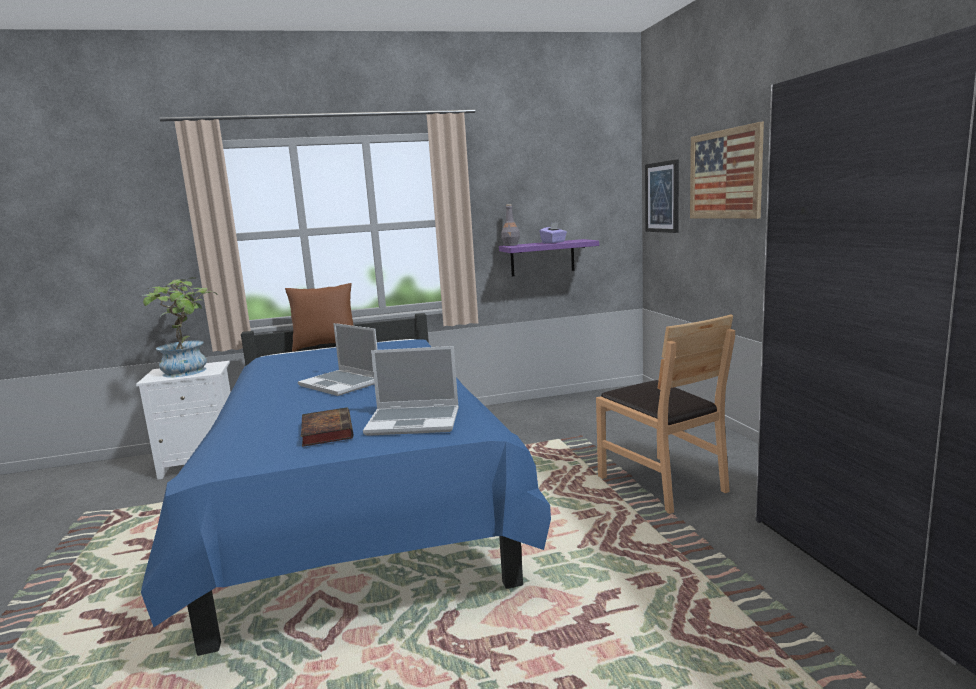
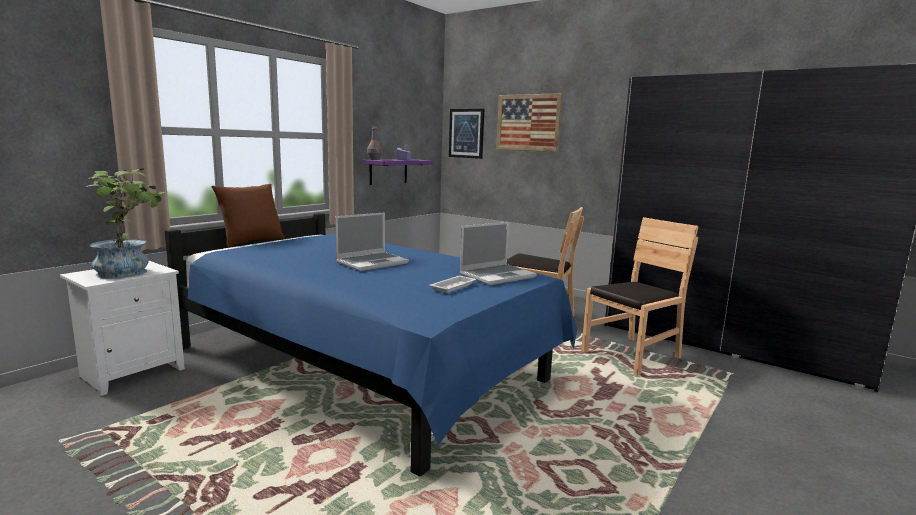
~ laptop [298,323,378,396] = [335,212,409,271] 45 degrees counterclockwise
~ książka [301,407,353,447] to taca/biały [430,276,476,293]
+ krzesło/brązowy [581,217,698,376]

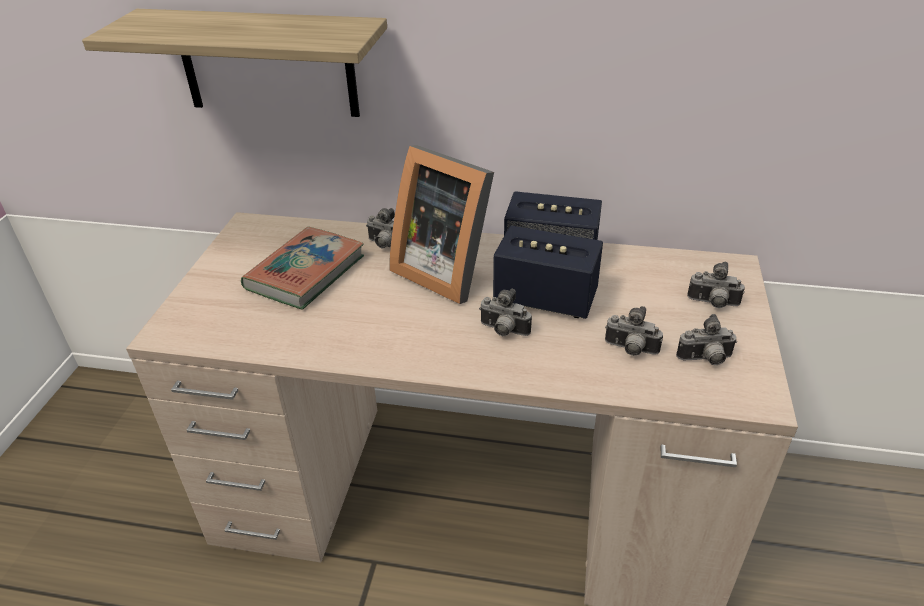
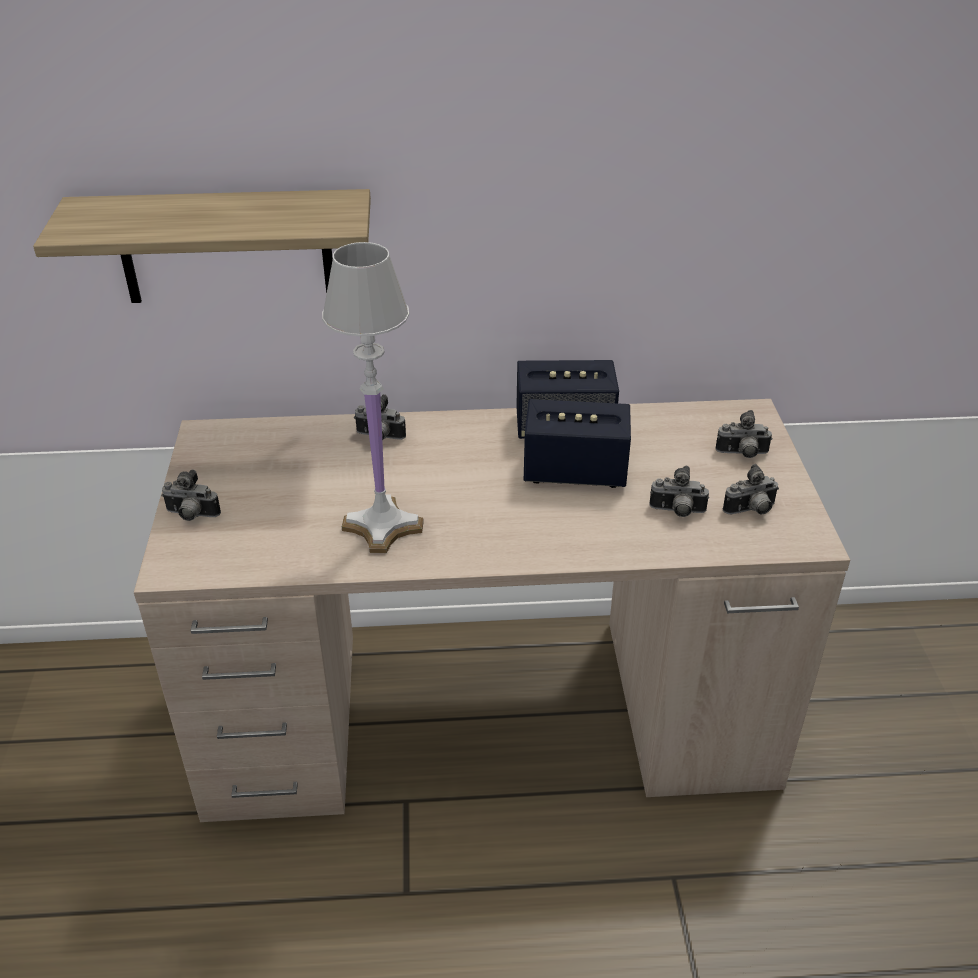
- ramka na zdjęcie [389,145,494,304]
- książka [241,227,364,310]
~ aparat fotograficzny [479,289,532,336] to [161,469,221,521]
+ lampa stołowa/biały [322,242,424,553]

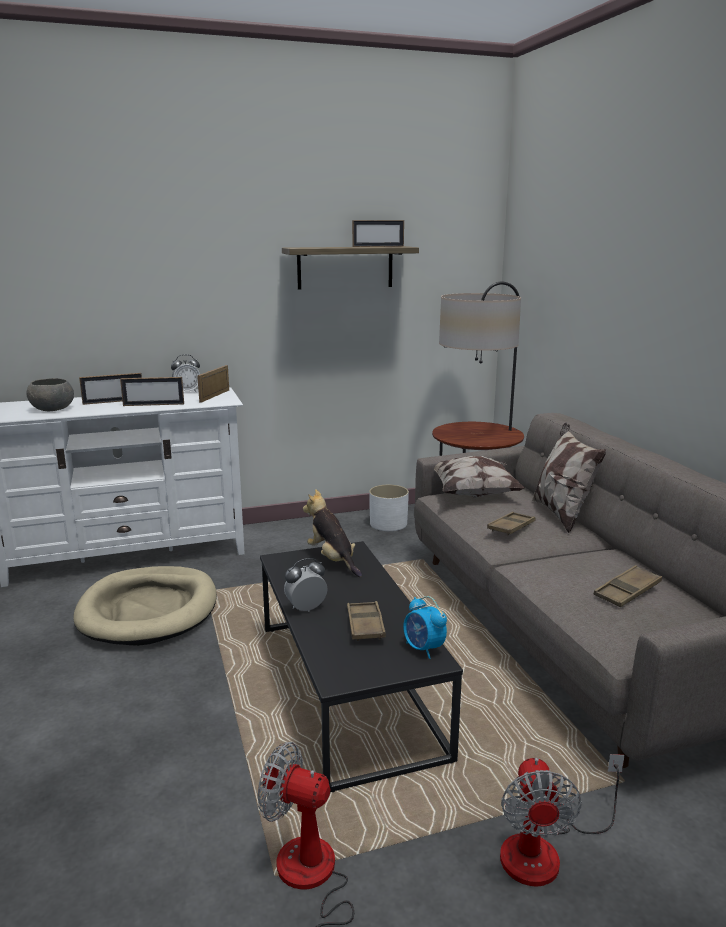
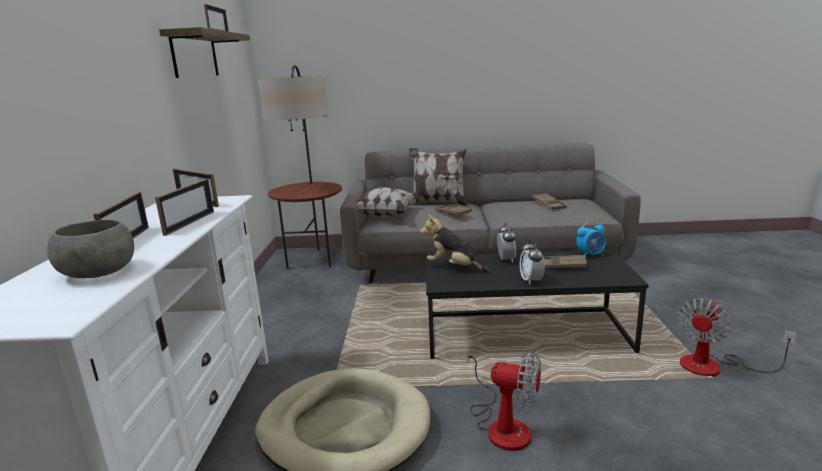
~ budzik [171,354,200,392] to [497,223,516,263]
- donica/biały [369,485,409,531]
~ pluszak [303,489,362,577] = [420,214,491,273] 45 degrees clockwise
~ wentylator [500,754,624,887] to [467,347,541,451]

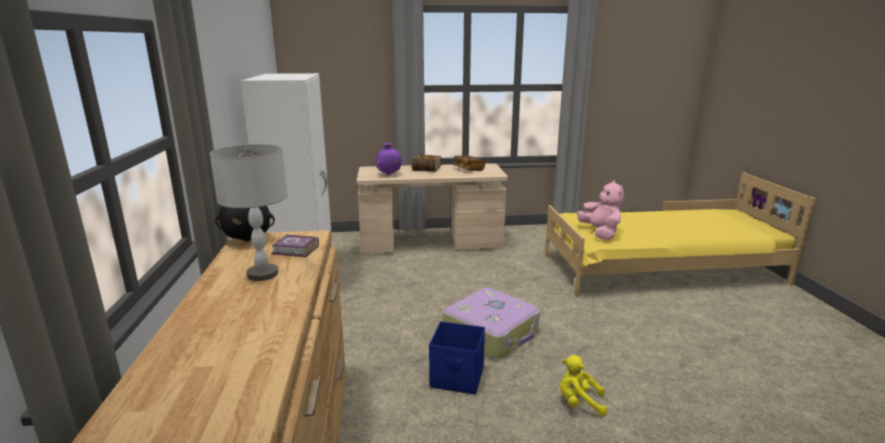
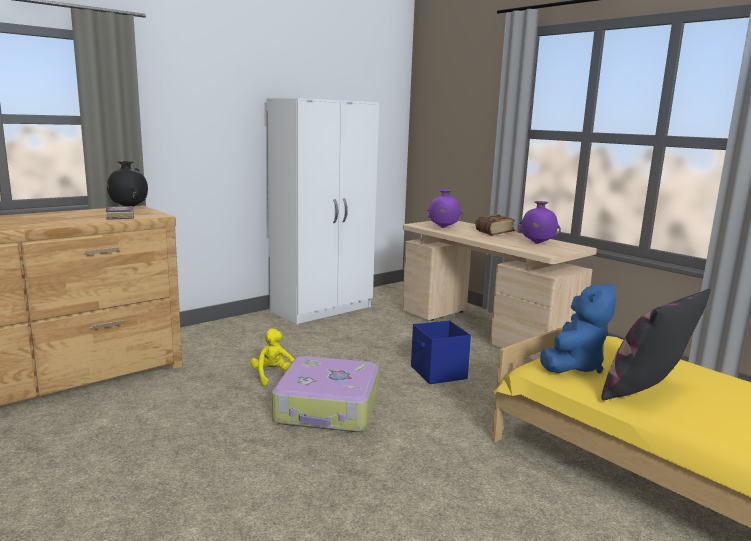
- lampa stołowa/szary [210,144,288,281]
~ książka [453,155,485,171] to wazon/fioletowy [518,201,561,244]
~ pluszak/różowy [577,180,624,240] to pluszak/niebieski [540,283,617,373]
~ pojemnik do przechowywania/niebieski [429,321,485,395] to [411,320,471,384]
~ pluszak/żółty [560,355,607,416] to [251,328,294,386]
+ poduszka [601,288,711,400]

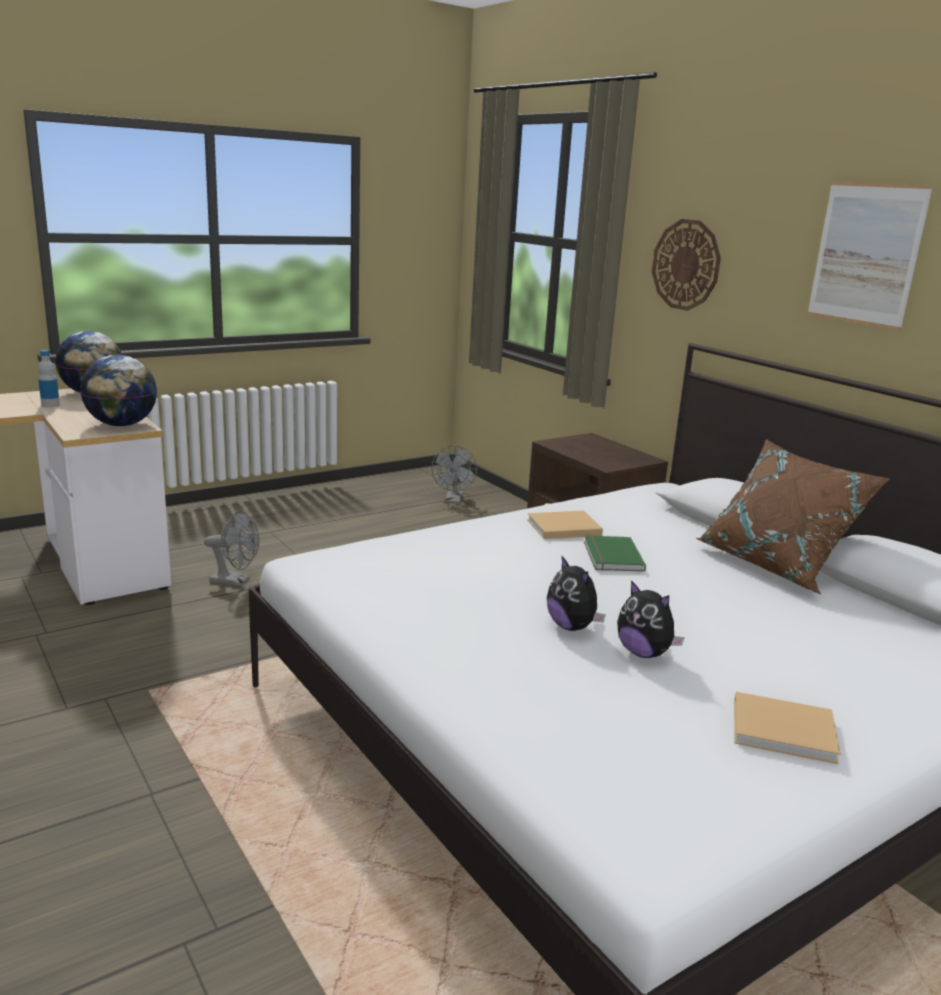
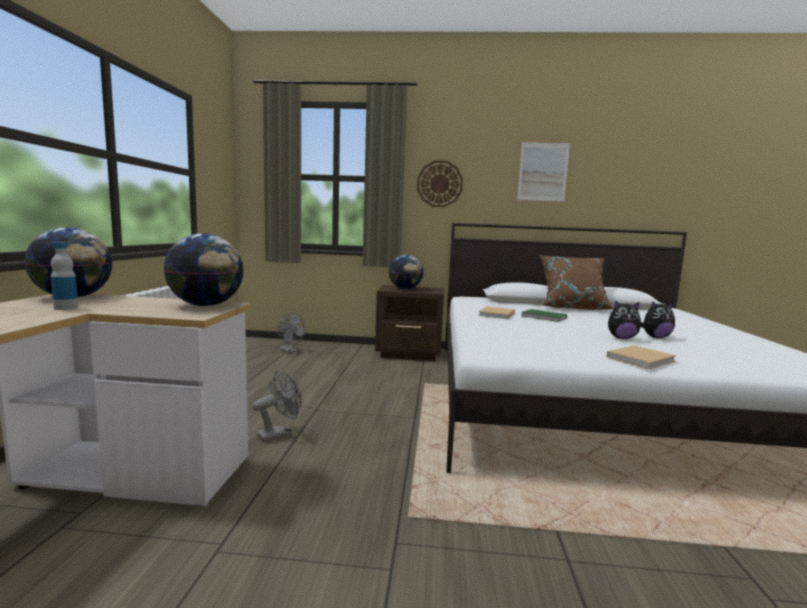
~ książka/beżowy [734,692,840,764] to [606,345,676,369]
+ globus [389,255,424,289]

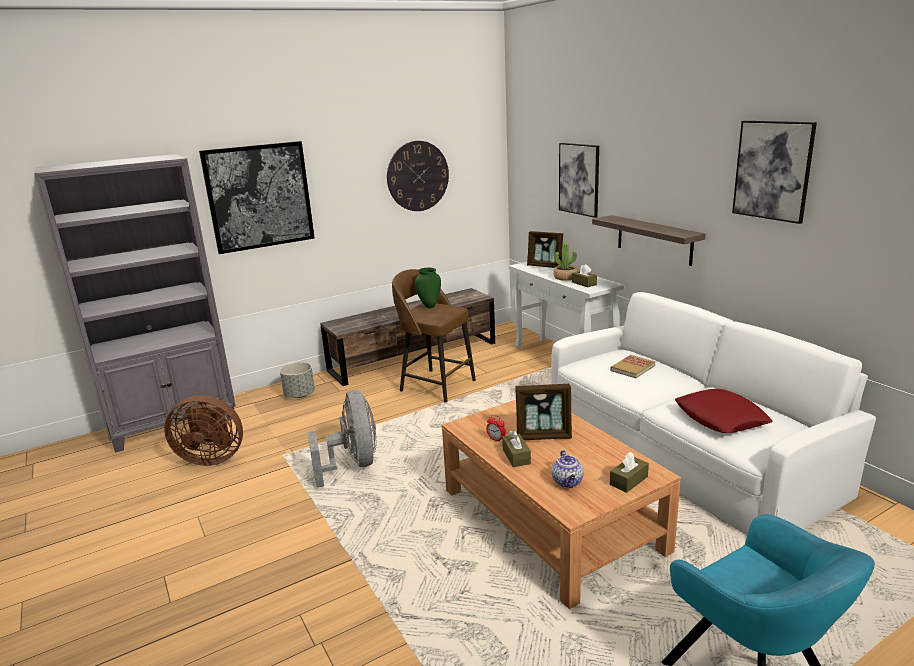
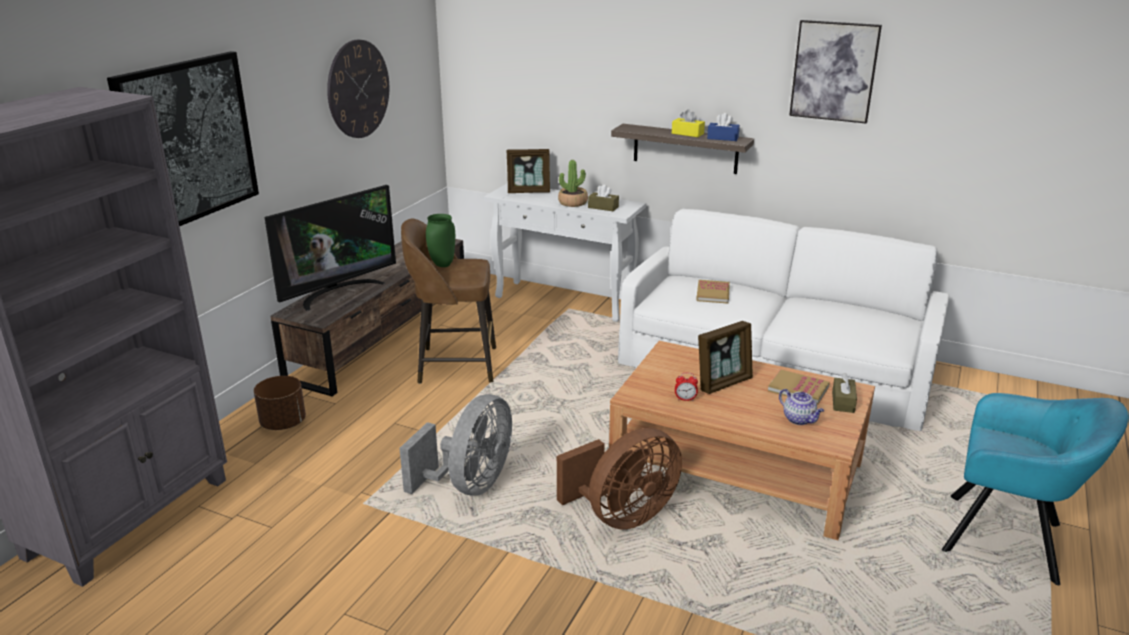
- obraz [559,143,599,218]
~ donica/szary [280,362,315,398] to donica/brązowy [254,376,306,430]
- poduszka/czerwony [675,389,773,433]
~ wentylator/szary [308,390,377,488] = [399,394,512,495] 75 degrees clockwise
~ wentylator/brązowy [164,395,243,466] to [557,428,682,529]
- pudełko chusteczek/brązowy [502,430,531,467]
+ pudełko chusteczek/żółty [672,109,705,137]
+ pudełko chusteczek/niebieski [707,113,740,141]
+ telewizor [265,185,396,311]
+ książka [768,369,830,405]

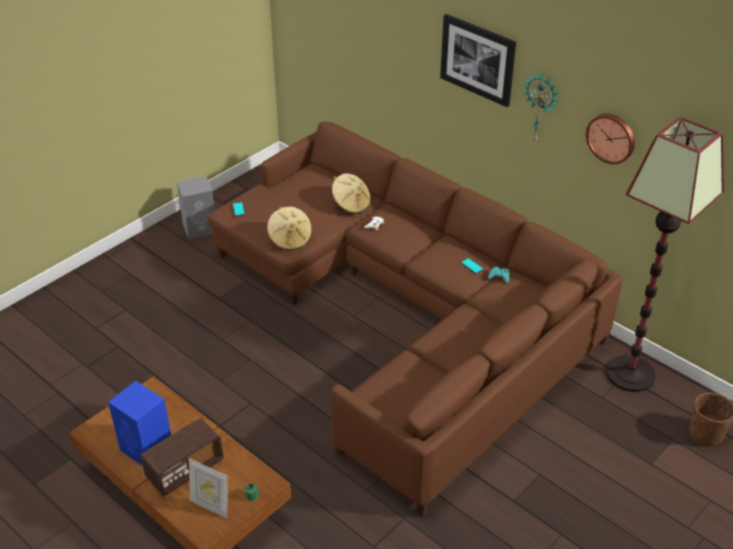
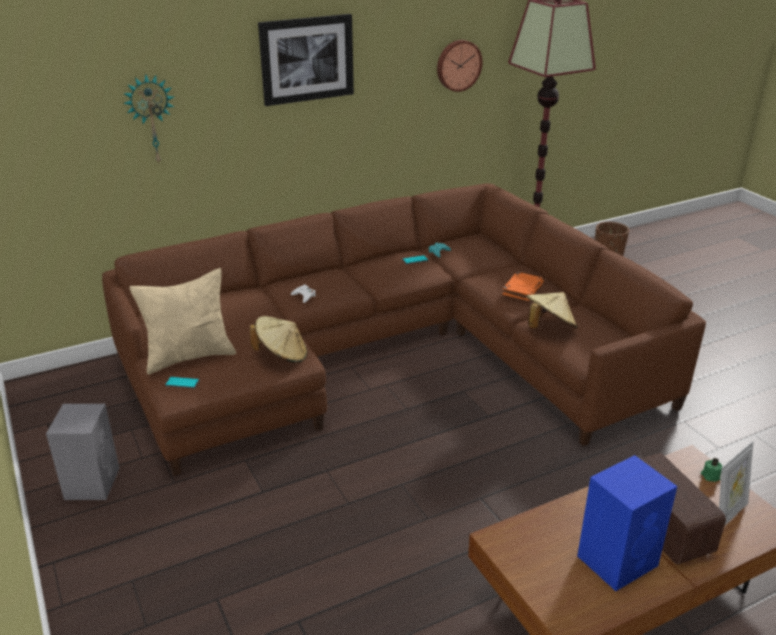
~ zegar ścienny [523,72,559,143] to [123,74,174,163]
~ kapelusz/beżowy [331,173,371,214] to [526,292,577,328]
+ poduszka/beżowy [129,268,236,375]
+ książka/pomarańczowy [502,272,544,301]

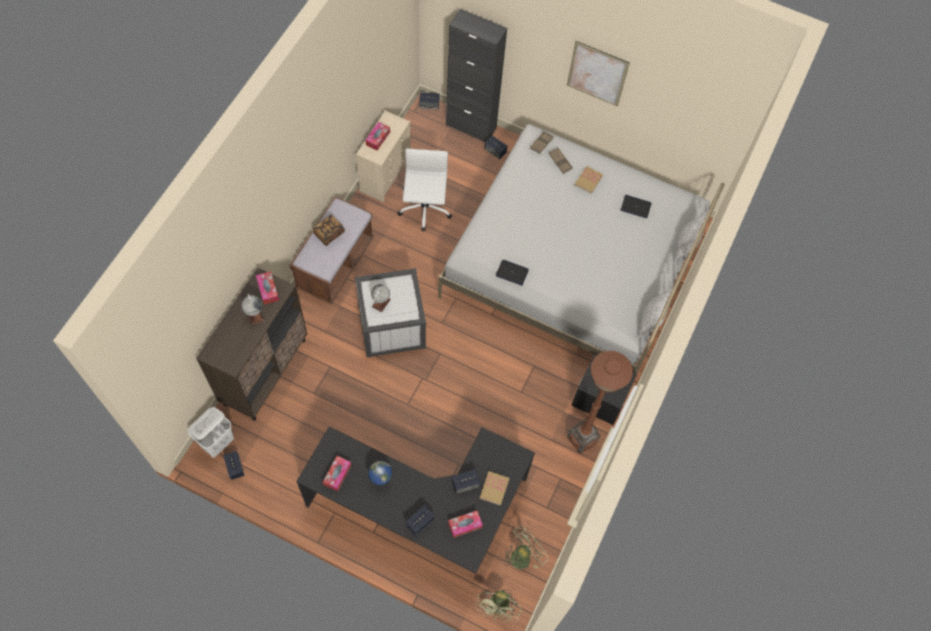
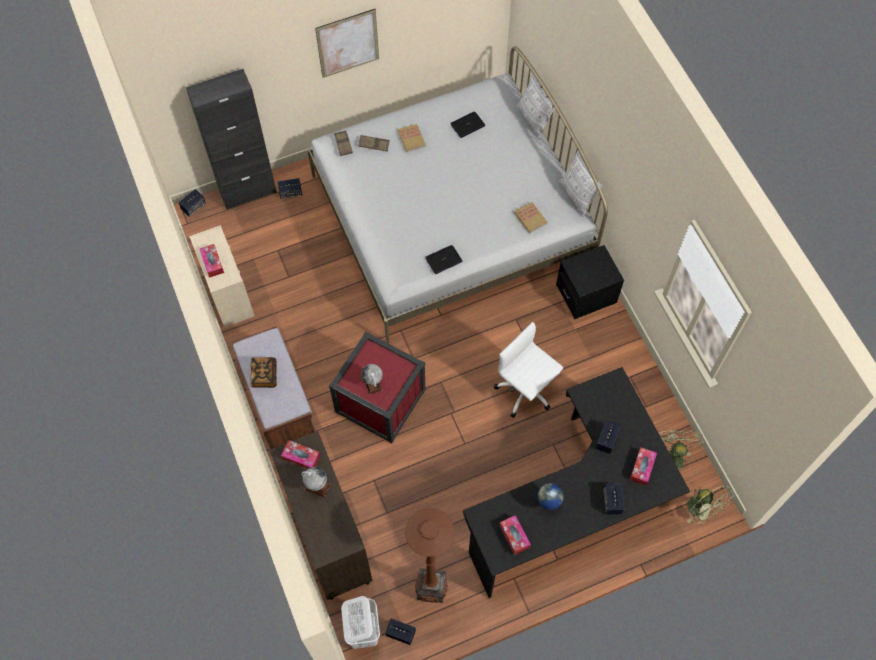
~ krzesło biurowe/biały [397,149,452,231] to [494,322,563,418]
~ pojemnik do przechowywania/biały [355,268,426,357] to pojemnik do przechowywania/czerwony [329,331,426,443]
~ lampa stojąca/brązowy [567,351,633,454] to [405,508,455,603]
~ książka [480,471,510,506] to [514,202,547,233]

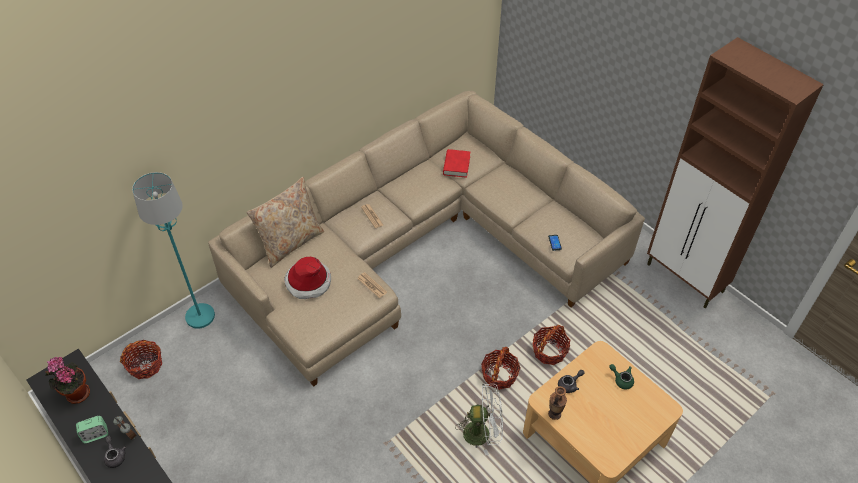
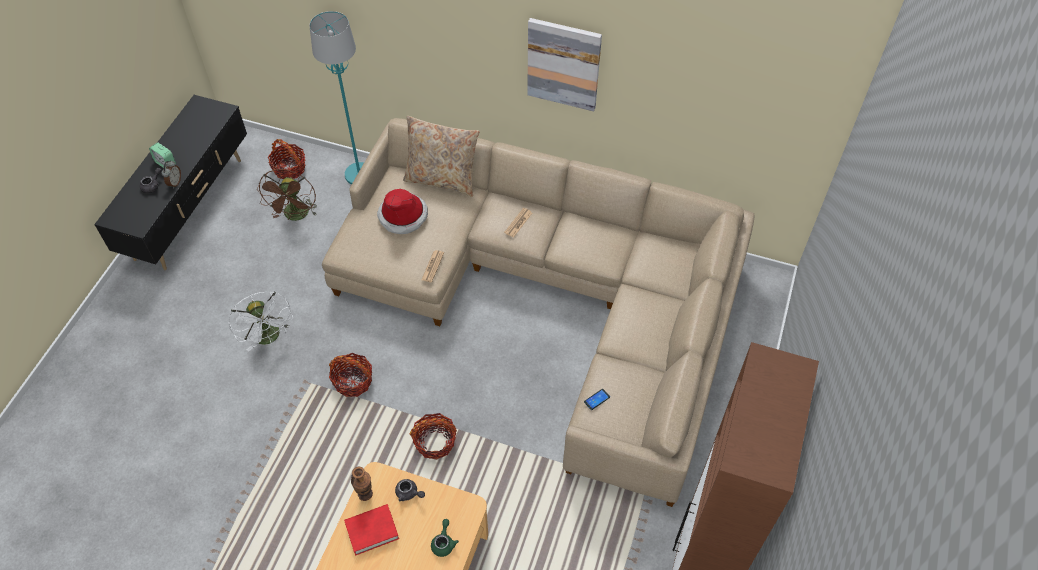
~ książka/czerwony [443,149,470,178] to [344,504,399,555]
~ koszyk [533,325,571,365] to [329,353,372,397]
- roślina doniczkowa [46,357,90,404]
~ wentylator/biały [455,383,503,455] to [228,292,293,352]
+ obraz [527,18,602,111]
+ wentylator/brązowy [257,169,317,221]

